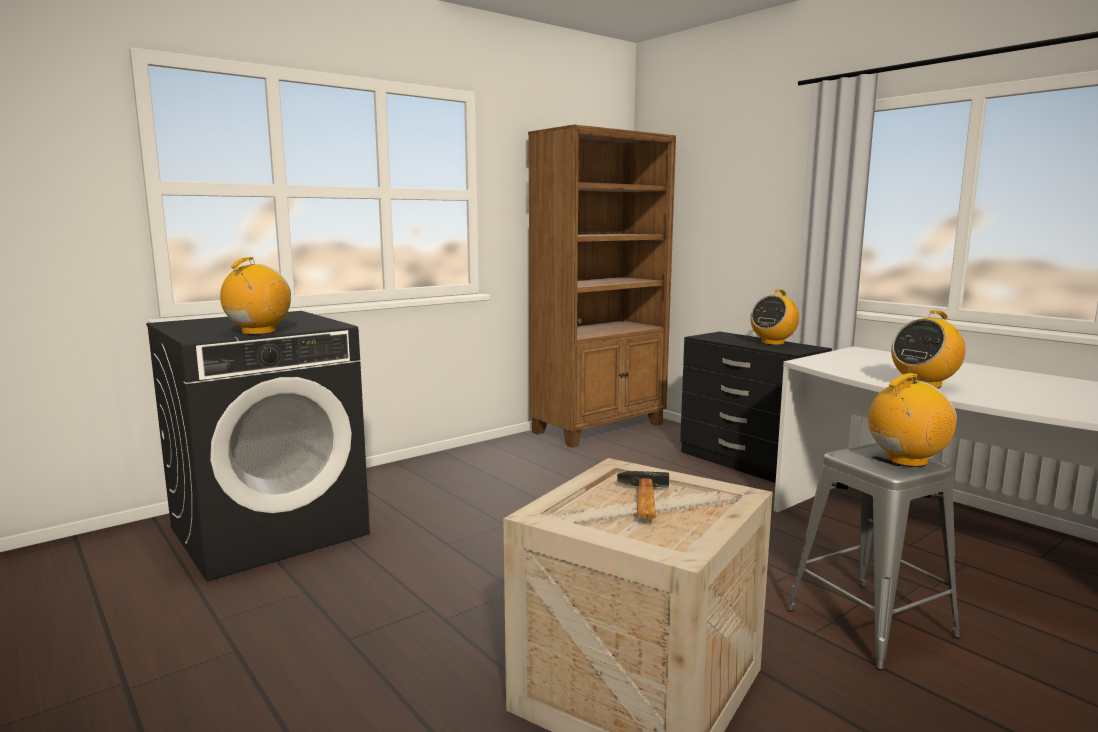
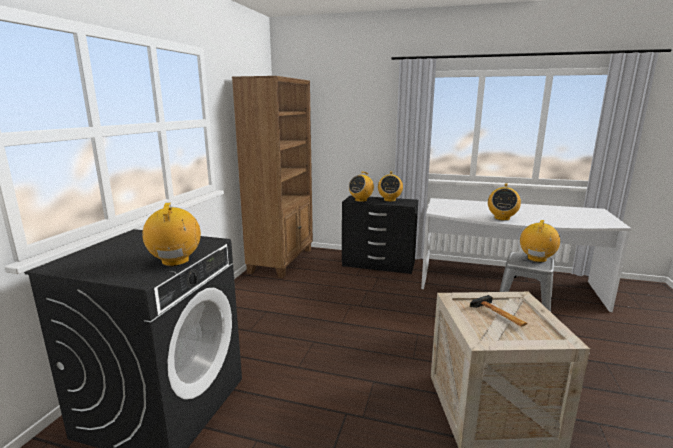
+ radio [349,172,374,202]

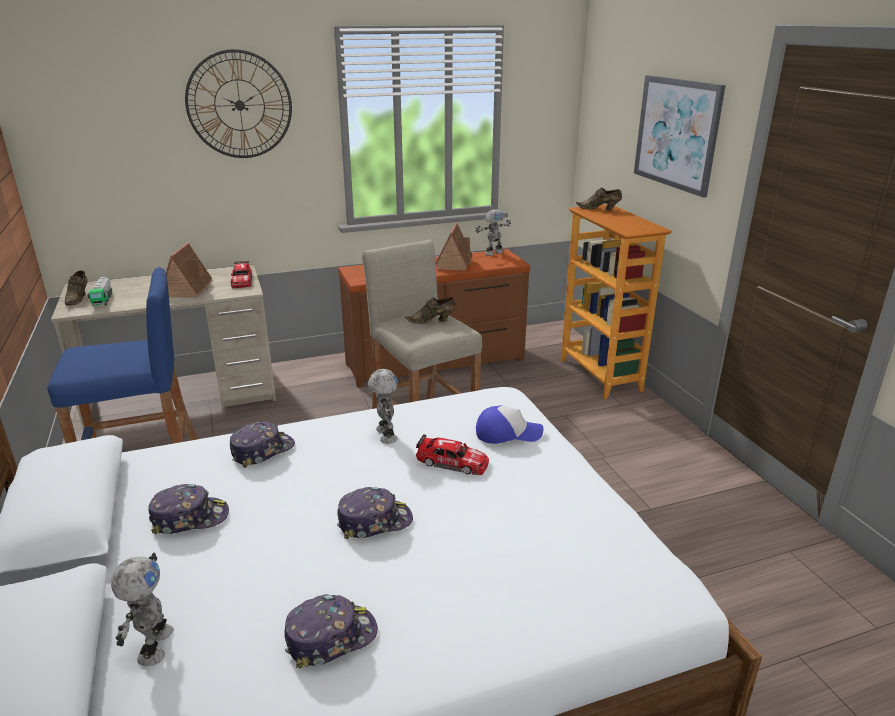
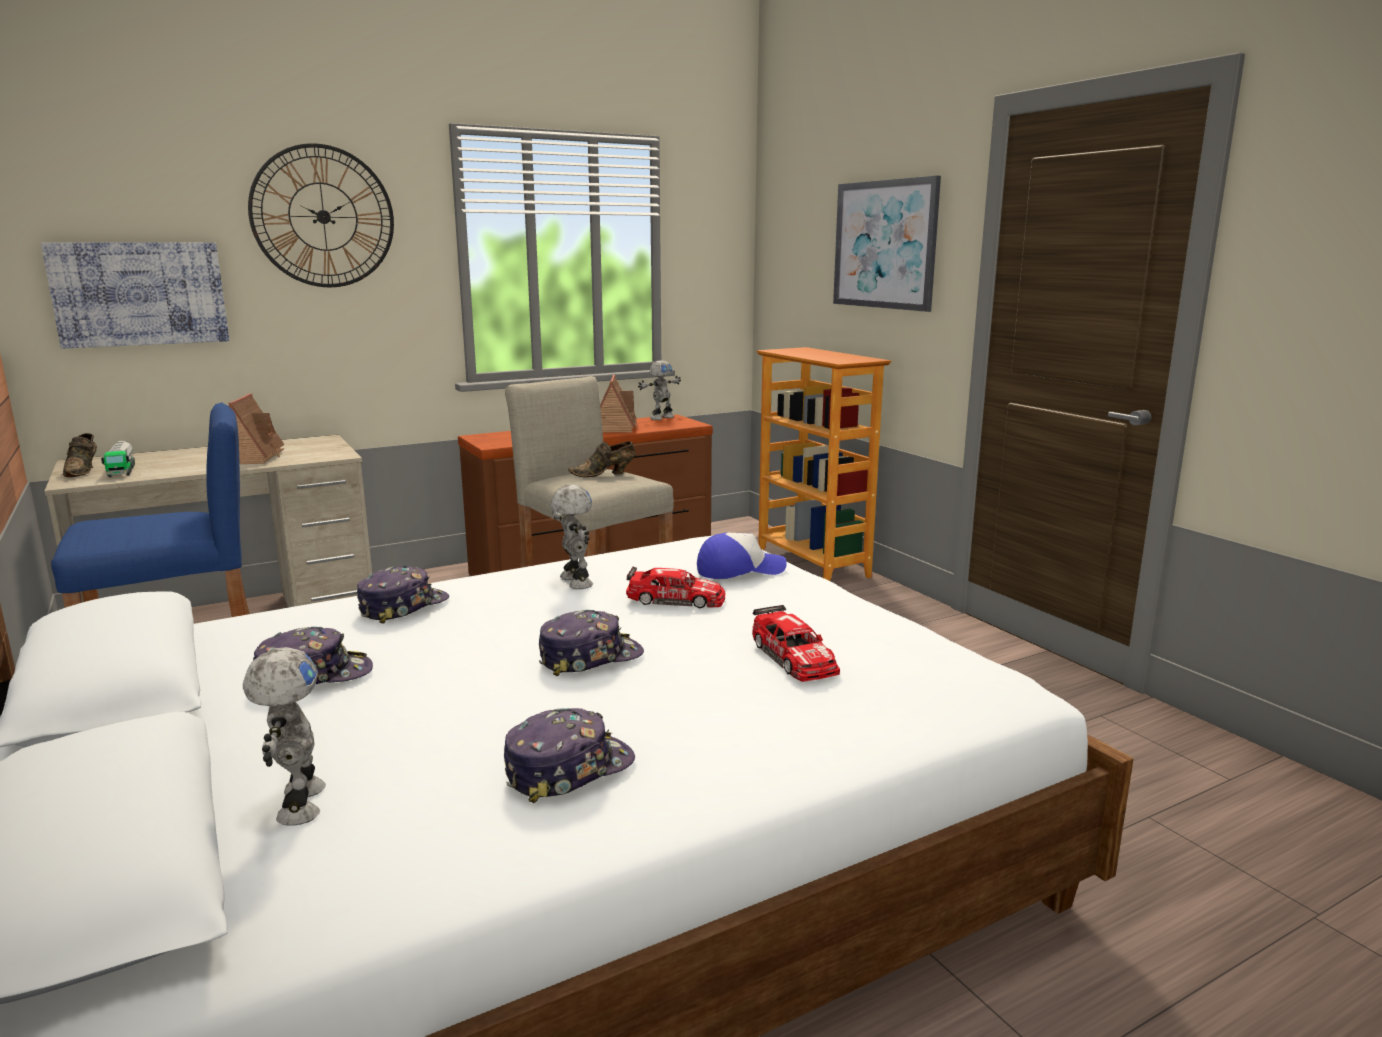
- but/brązowy [576,187,622,210]
~ samochodzik [231,261,252,288] to [752,605,840,682]
+ obraz [41,242,229,349]

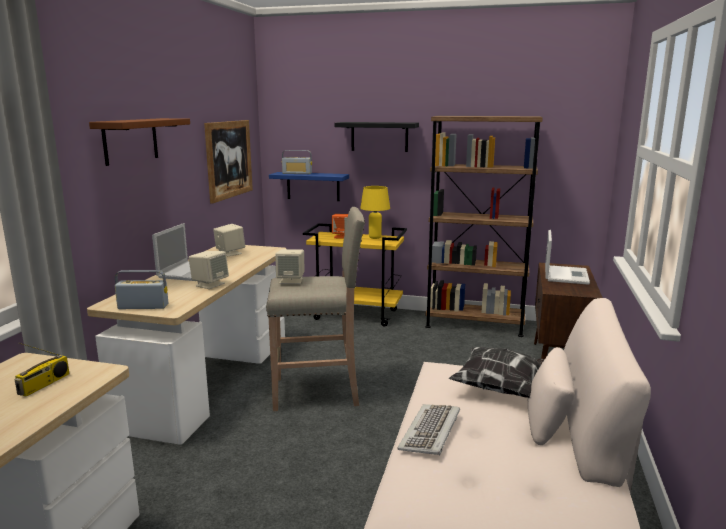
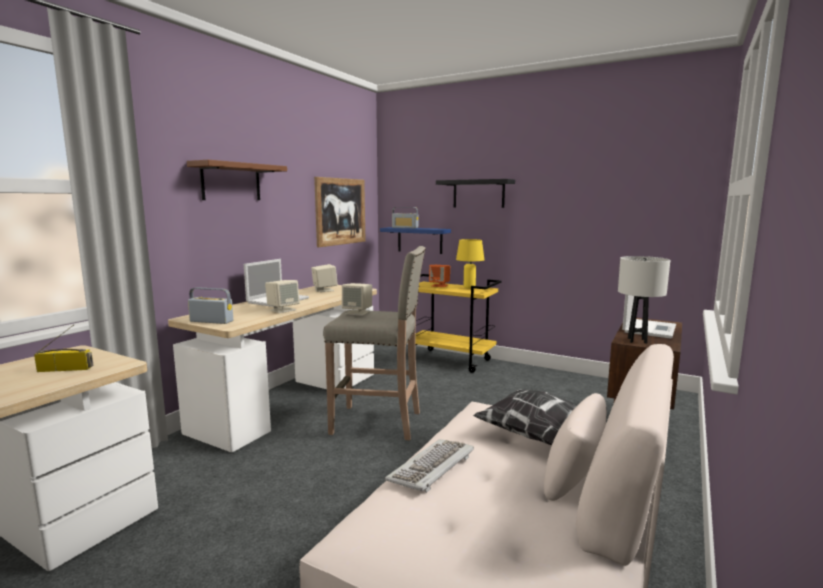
- regał/brązowy [425,116,543,337]
~ radio [15,343,70,397] = [34,326,93,372] 135 degrees counterclockwise
+ lampa stołowa/biały [618,256,670,344]

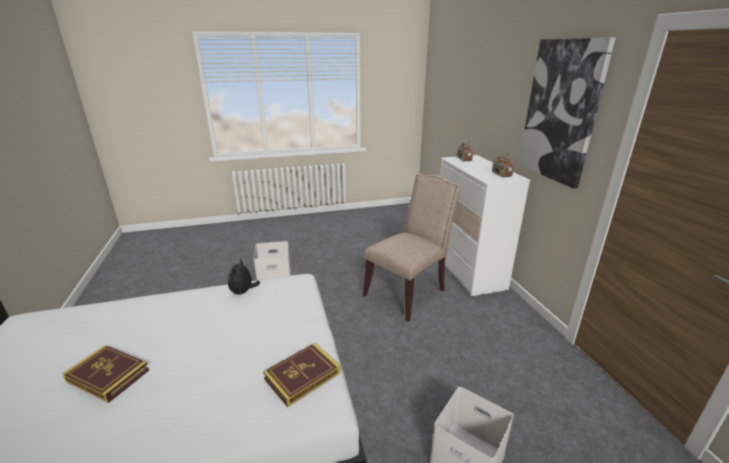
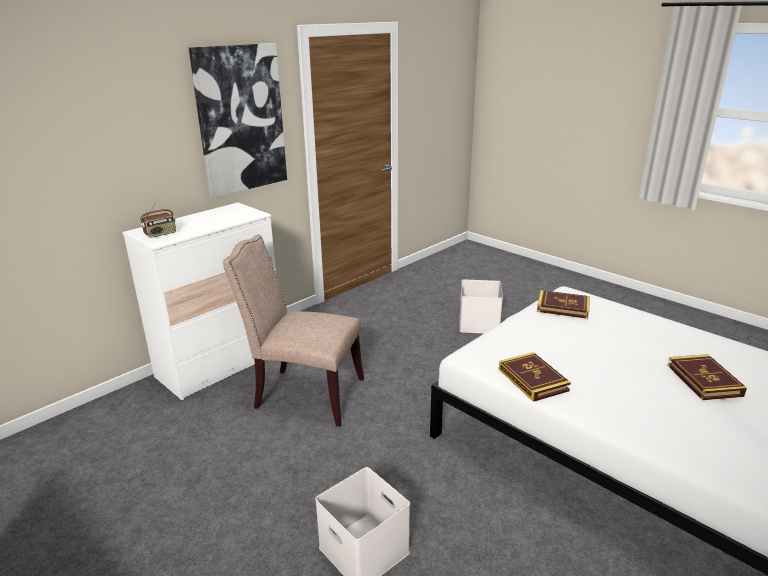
- radio [492,154,514,178]
~ pluszak [228,258,260,294] to książka [499,352,571,402]

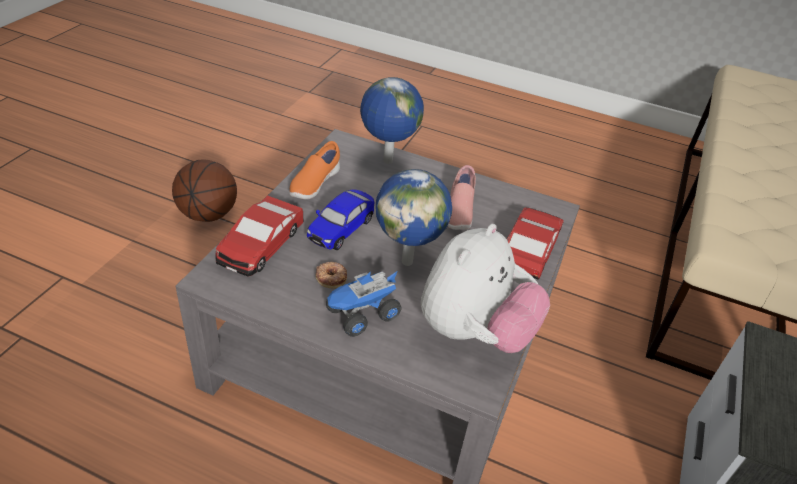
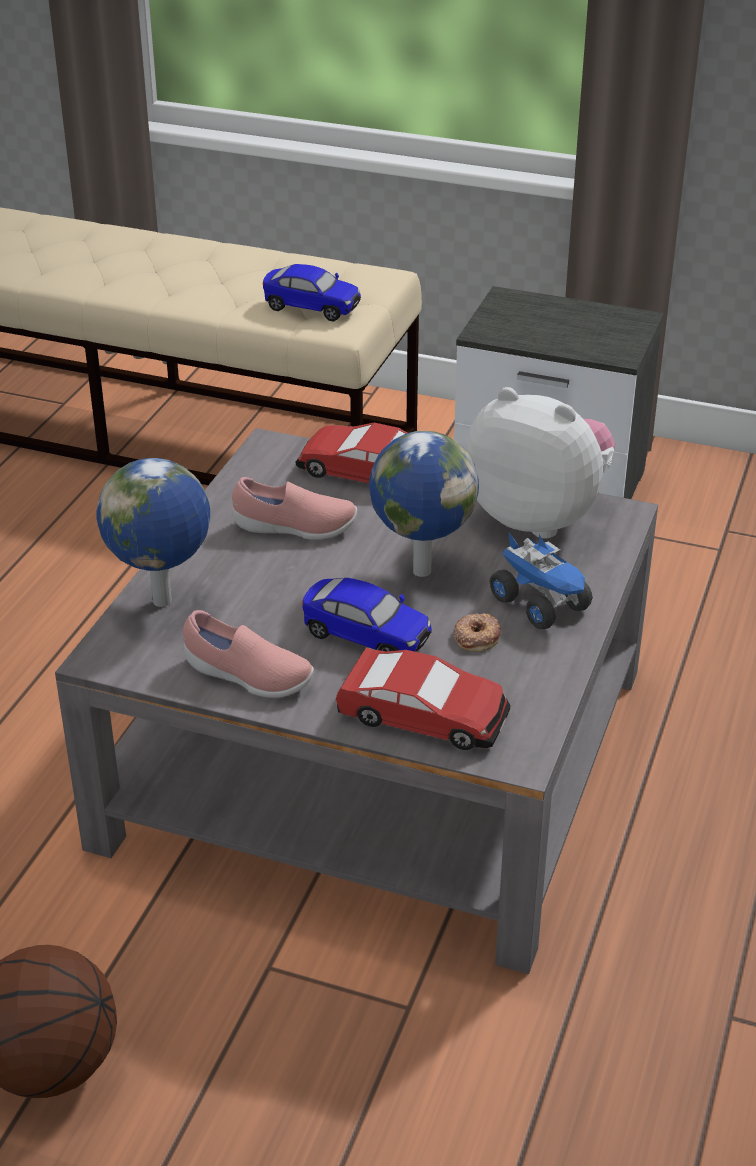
~ but/pomarańczowy [289,141,340,199] to but/różowy [183,610,314,698]
+ samochodzik [263,264,361,322]

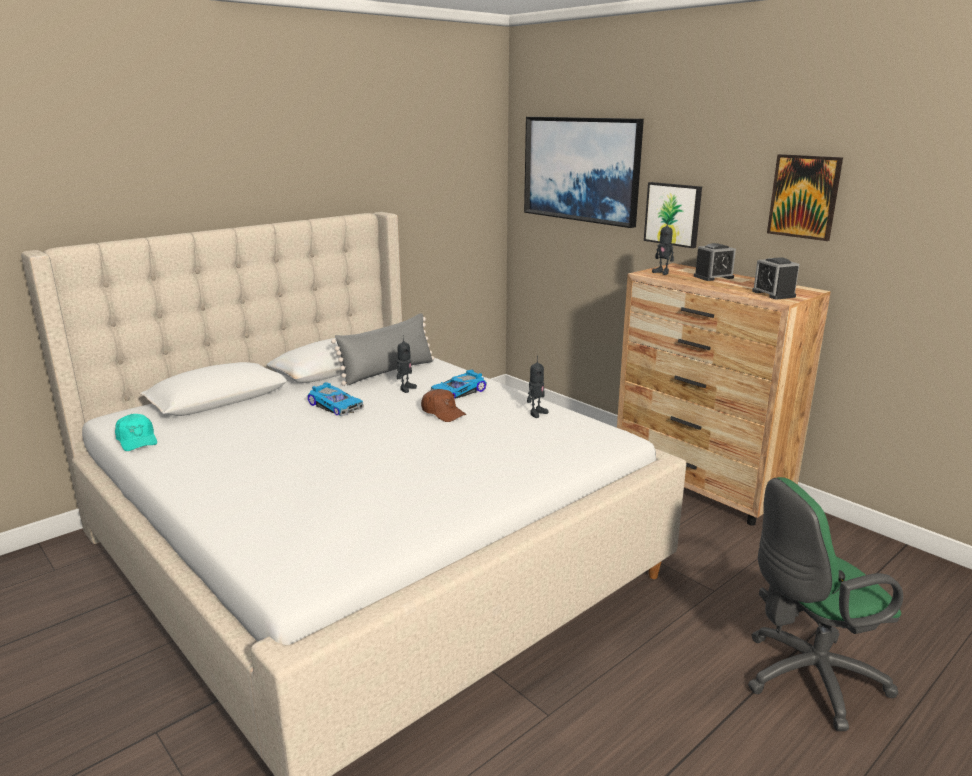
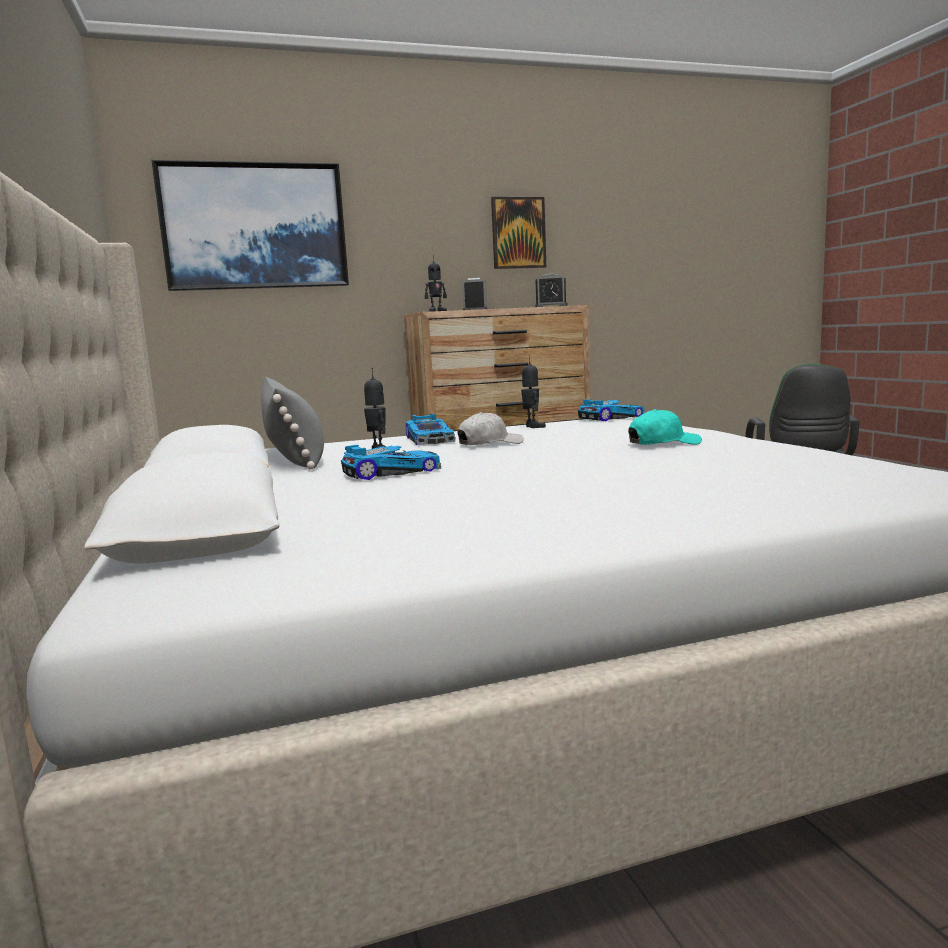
- obraz [644,182,702,248]
~ czapka z daszkiem/brązowy [421,389,467,422] to czapka z daszkiem/biały [458,412,524,445]
~ czapka z daszkiem/turkusowy [115,414,157,451] to [628,409,702,445]
+ samochodzik [578,399,645,422]

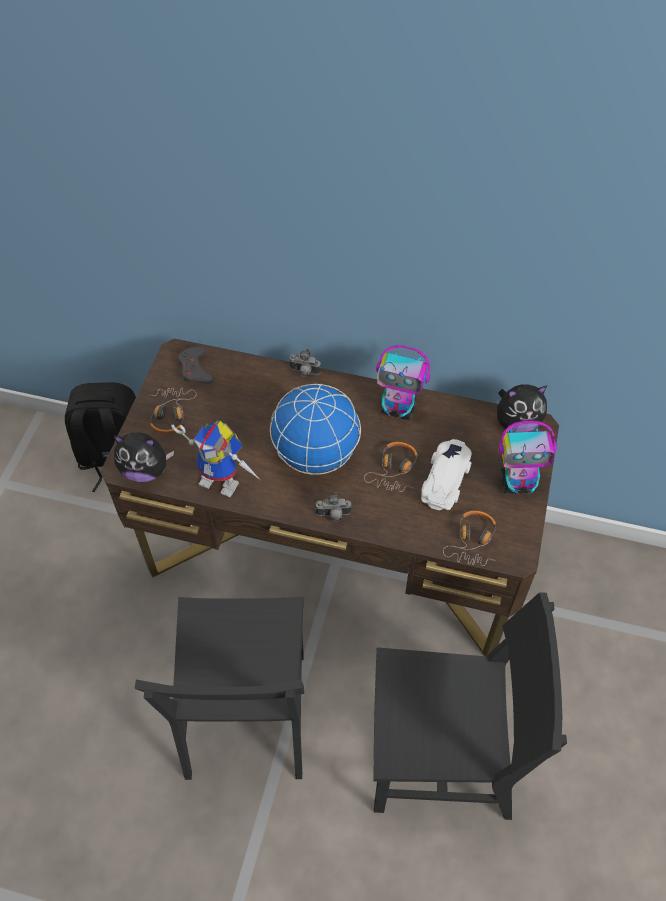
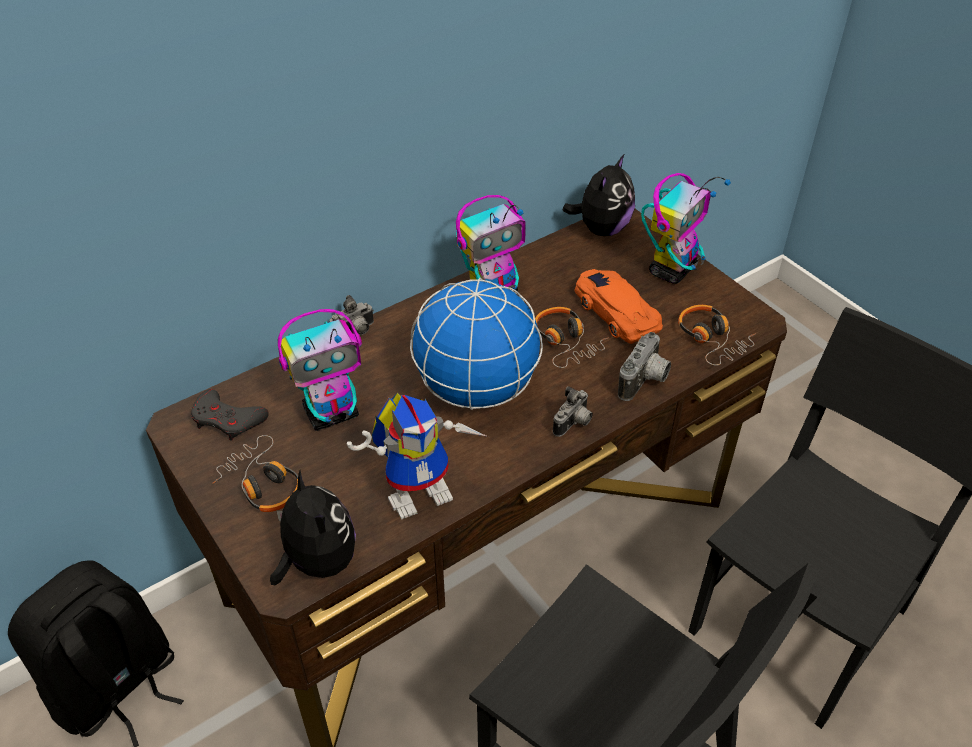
~ pluszak [113,432,174,482] = [270,470,356,585] 75 degrees counterclockwise
~ samochodzik/biały [421,439,472,510] to samochodzik/pomarańczowy [575,269,663,344]
+ robot zabawkowy [278,309,362,431]
+ aparat fotograficzny [618,332,671,401]

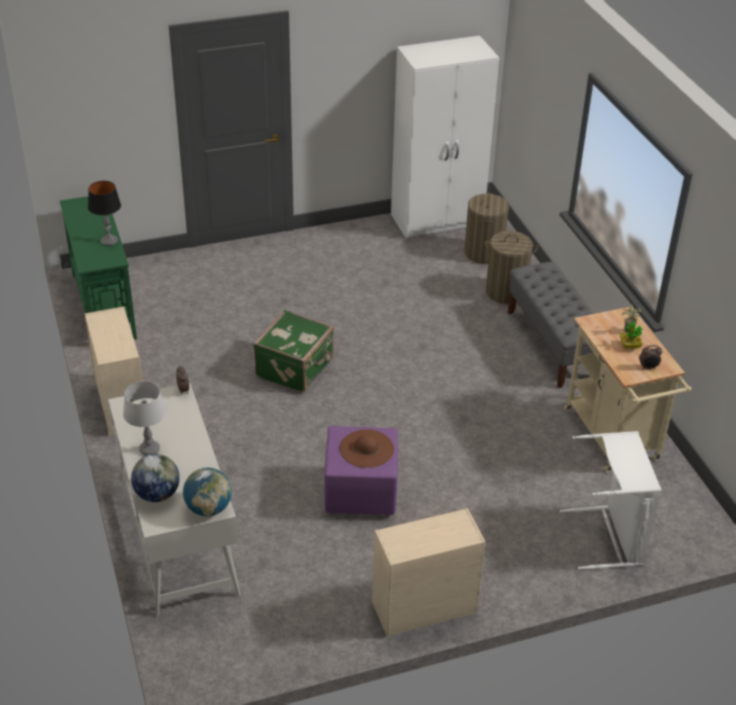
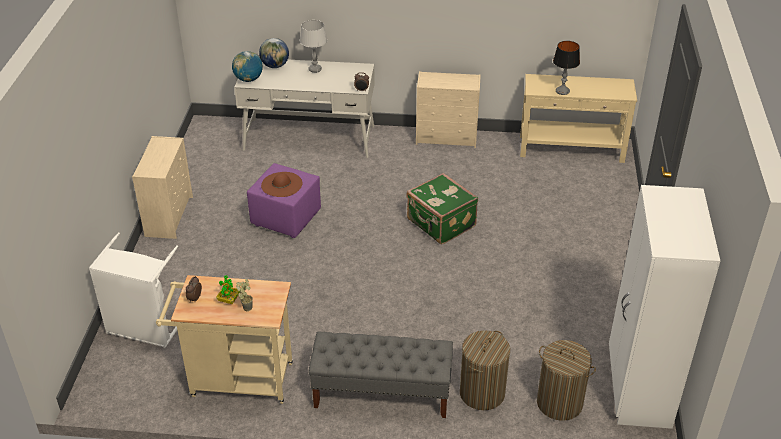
~ stolik konsolowy/zielony [60,196,137,339] to stolik konsolowy/beżowy [520,74,637,163]

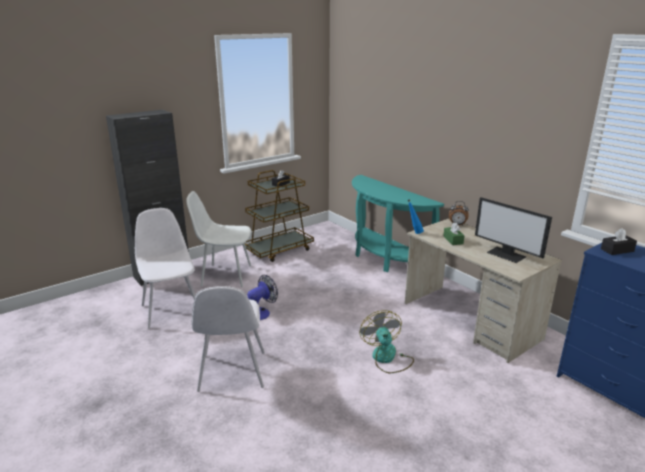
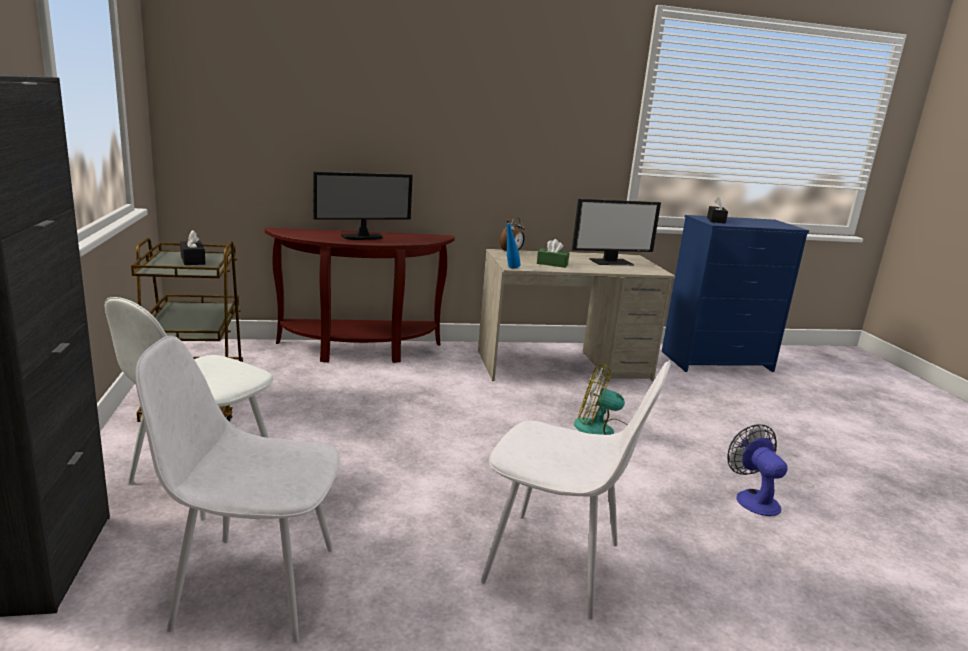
~ stolik konsolowy/turkusowy [352,175,444,272] to stolik konsolowy/brązowy [265,227,455,363]
~ wentylator [247,275,278,320] to [727,424,788,516]
+ monitor [313,172,413,240]

